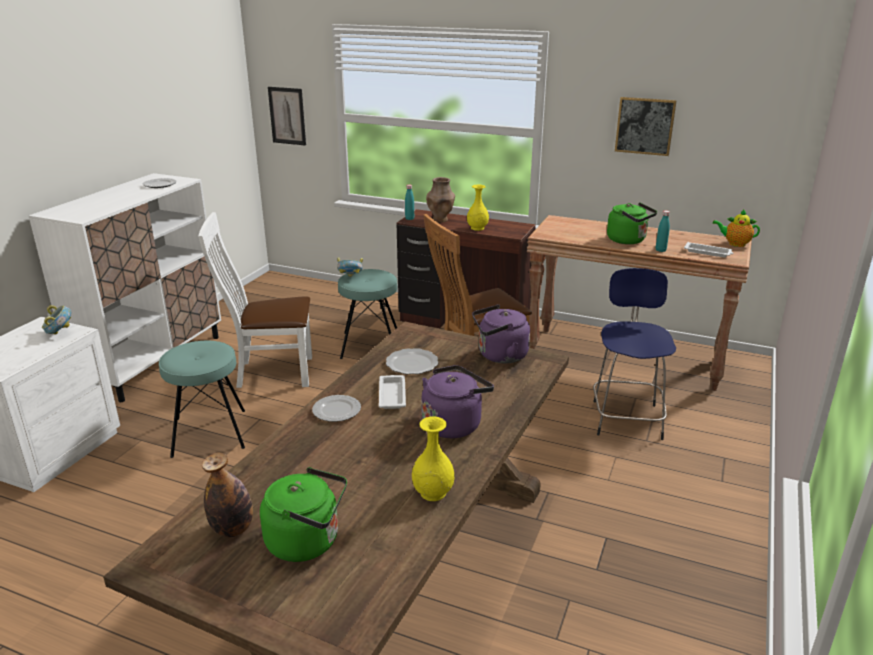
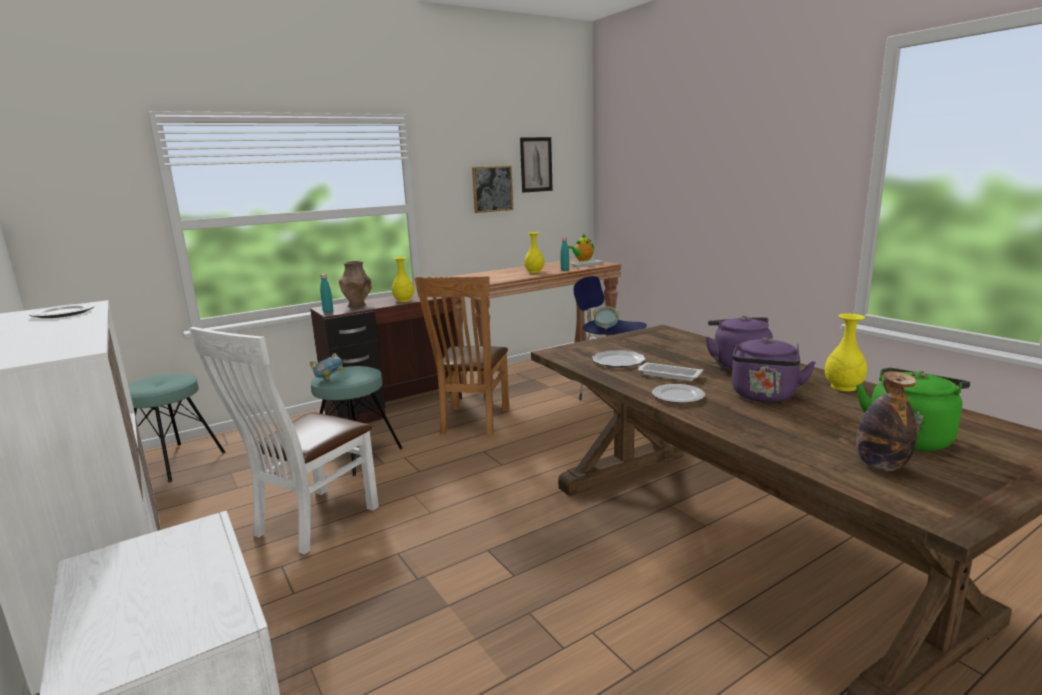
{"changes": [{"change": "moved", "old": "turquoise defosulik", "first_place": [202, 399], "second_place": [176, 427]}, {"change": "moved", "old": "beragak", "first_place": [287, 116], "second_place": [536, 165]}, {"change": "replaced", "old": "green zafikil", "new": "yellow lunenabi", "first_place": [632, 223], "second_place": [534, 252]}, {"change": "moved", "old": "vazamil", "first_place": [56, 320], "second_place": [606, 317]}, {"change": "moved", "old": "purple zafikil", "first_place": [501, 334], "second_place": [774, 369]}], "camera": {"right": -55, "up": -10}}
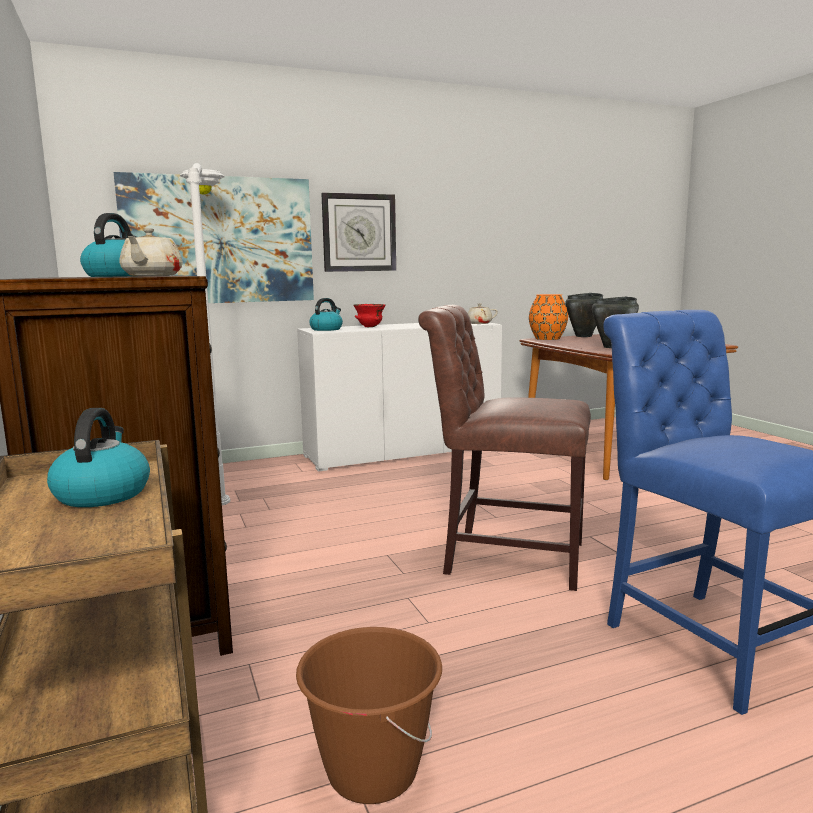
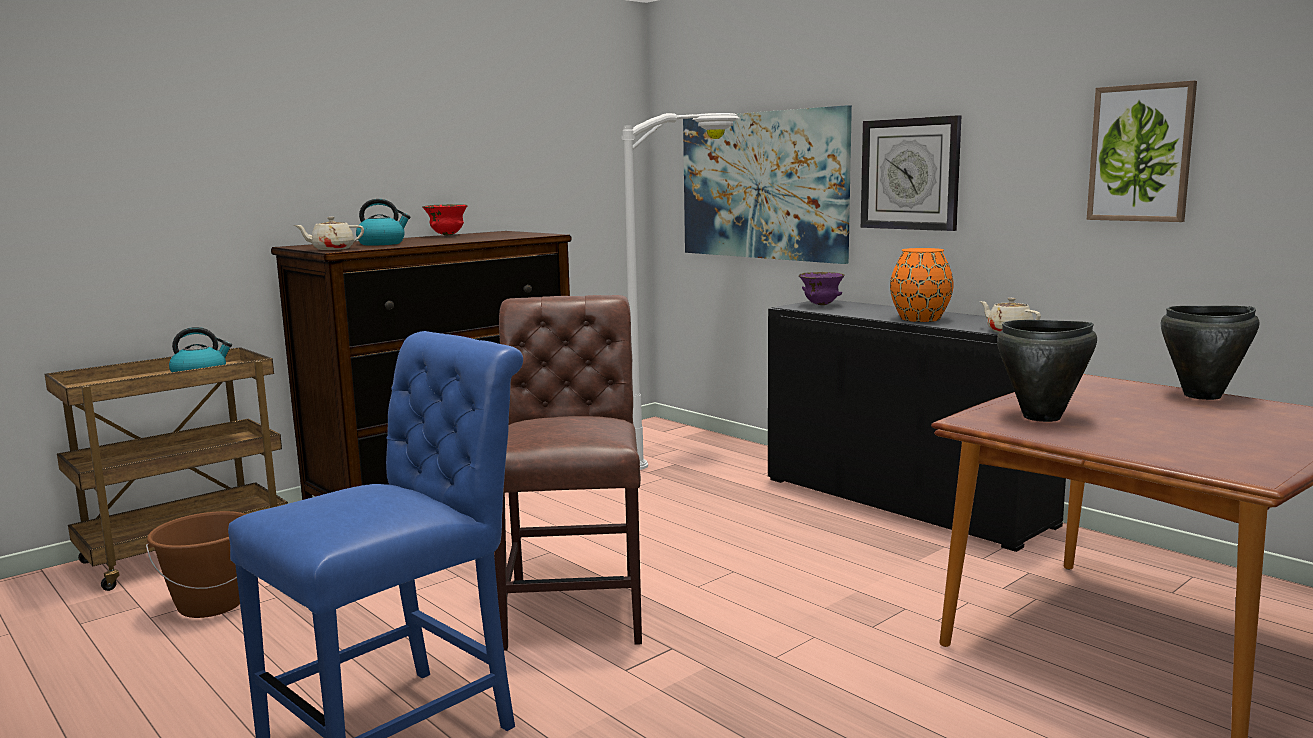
{"changes": [{"change": "moved", "old": "red vazamil", "first_place": [369, 316], "second_place": [445, 220]}, {"change": "recoloured", "old": "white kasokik", "new": "black kasokik", "first_place": [399, 397], "second_place": [917, 426]}, {"change": "replaced", "old": "zafikil", "new": "purple vazamil", "first_place": [326, 314], "second_place": [821, 288]}, {"change": "moved", "old": "orange lunenabi", "first_place": [548, 317], "second_place": [922, 285]}, {"change": "added", "new": "beragak", "second_place": [1142, 151]}], "camera": {"right": 70, "up": 0}}
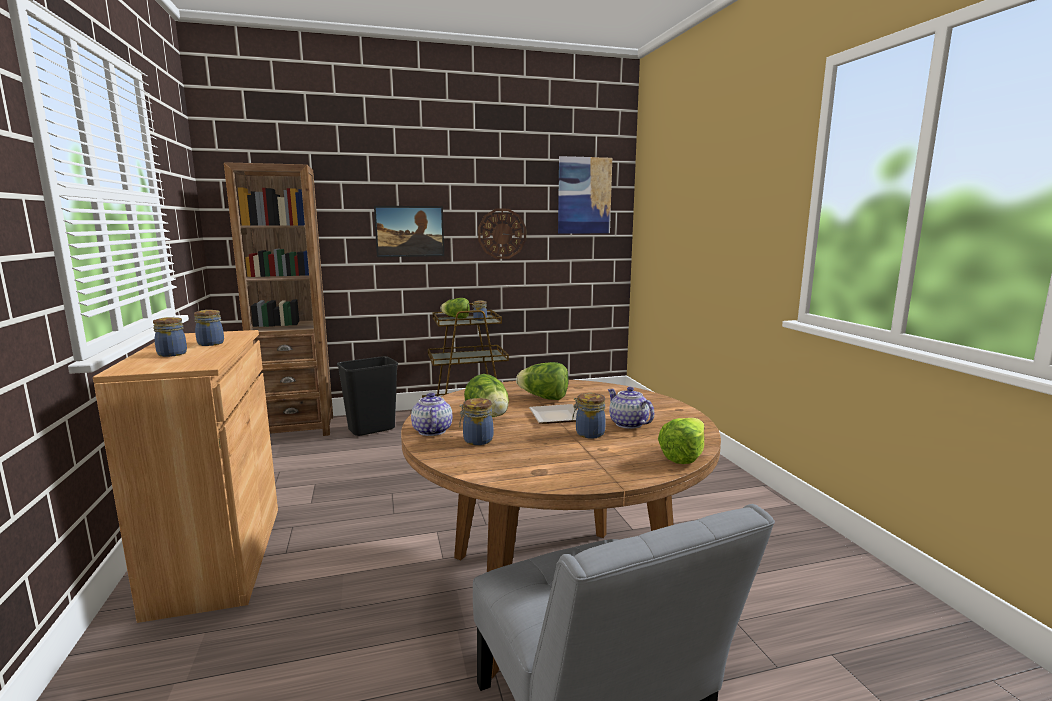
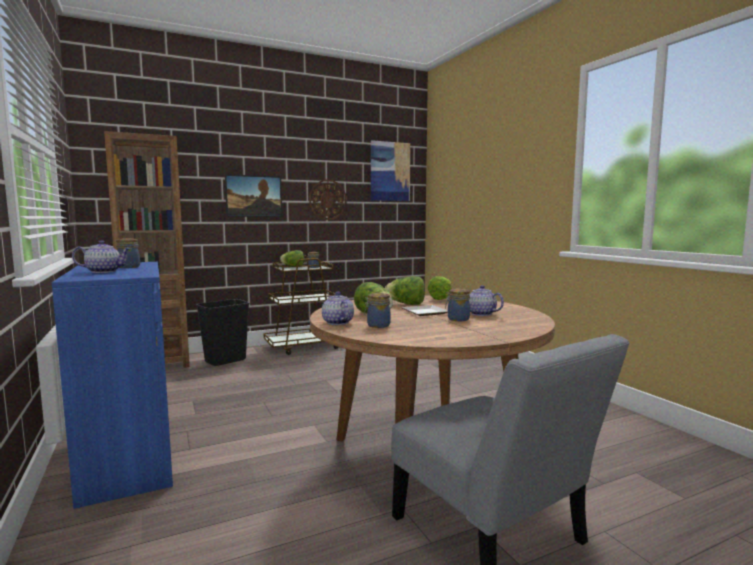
{"changes": [{"change": "recoloured", "old": "brown kasokik", "new": "blue kasokik", "first_place": [185, 476], "second_place": [112, 385]}, {"change": "replaced", "old": "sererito", "new": "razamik", "first_place": [170, 337], "second_place": [101, 256]}, {"change": "moved", "old": "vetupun", "first_place": [681, 441], "second_place": [439, 288]}], "camera": {"right": -10, "up": -5}}
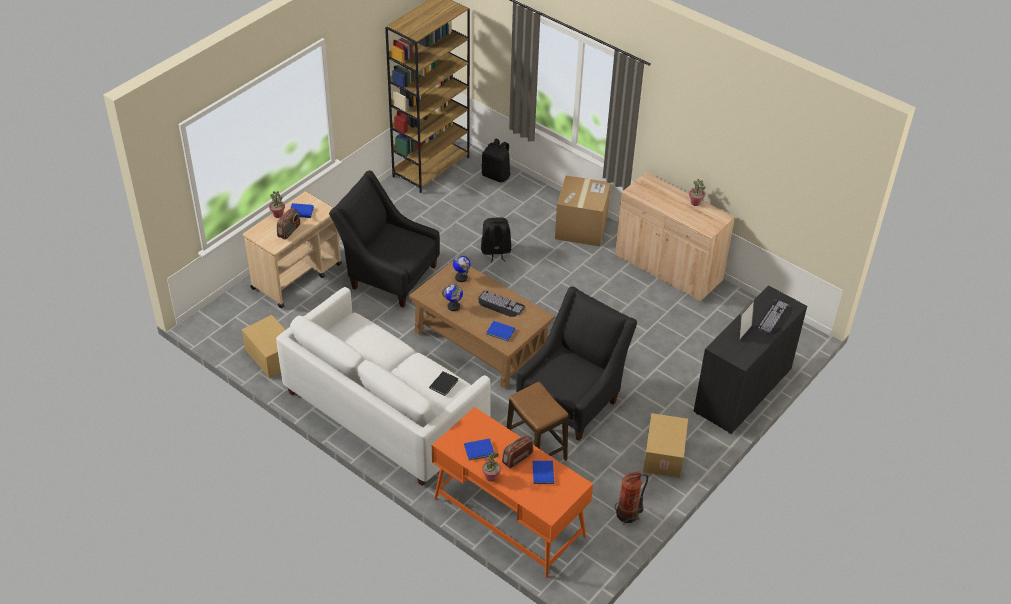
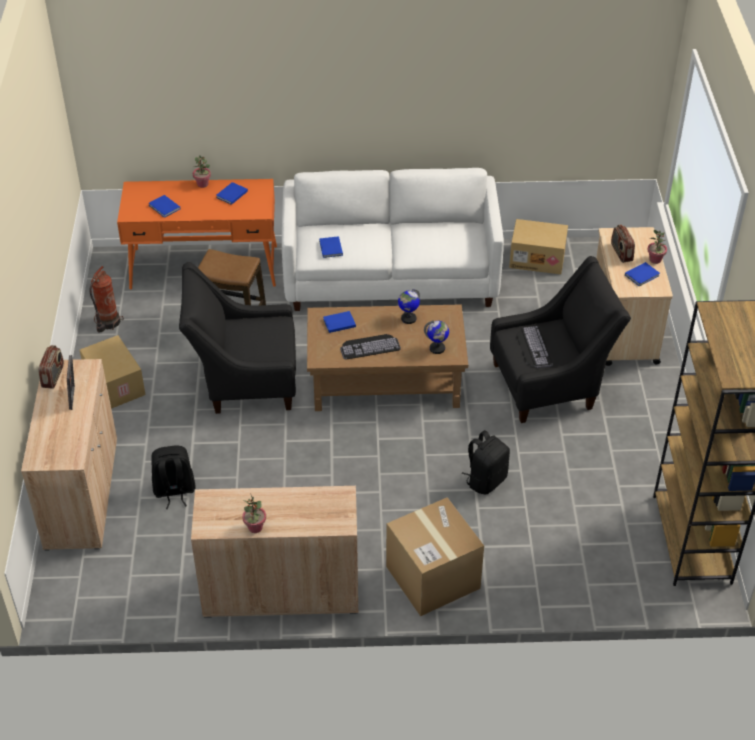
{"changes": [{"change": "recoloured", "old": "black kasokik", "new": "beige kasokik", "first_place": [750, 359], "second_place": [69, 455]}, {"change": "moved", "old": "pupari", "first_place": [517, 452], "second_place": [51, 367]}, {"change": "moved", "old": "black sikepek", "first_place": [495, 161], "second_place": [174, 477]}, {"change": "turned", "old": "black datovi", "first_place": [576, 364], "second_place": [237, 338], "degrees": 90}, {"change": "recoloured", "old": "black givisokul", "new": "blue givisokul", "first_place": [443, 383], "second_place": [331, 247]}, {"change": "moved", "old": "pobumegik", "first_place": [774, 317], "second_place": [534, 347]}], "camera": {"right": 140, "up": 0}}
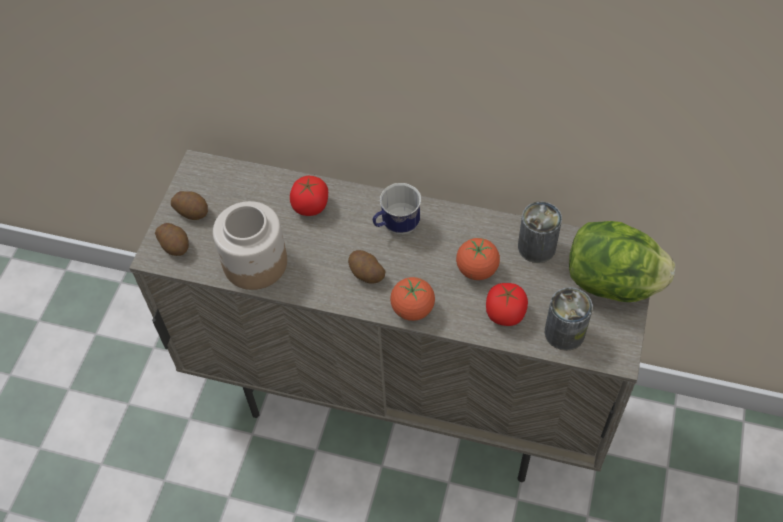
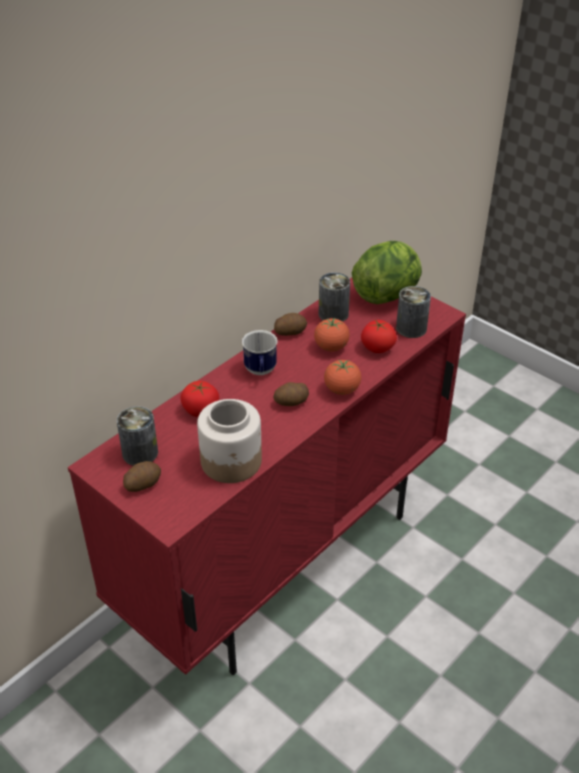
{"changes": [{"change": "recoloured", "old": "beige kasokik", "new": "red kasokik", "first_place": [389, 316], "second_place": [267, 476]}, {"change": "added", "new": "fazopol", "second_place": [137, 436]}, {"change": "moved", "old": "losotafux", "first_place": [172, 239], "second_place": [290, 324]}], "camera": {"right": -65, "up": -15}}
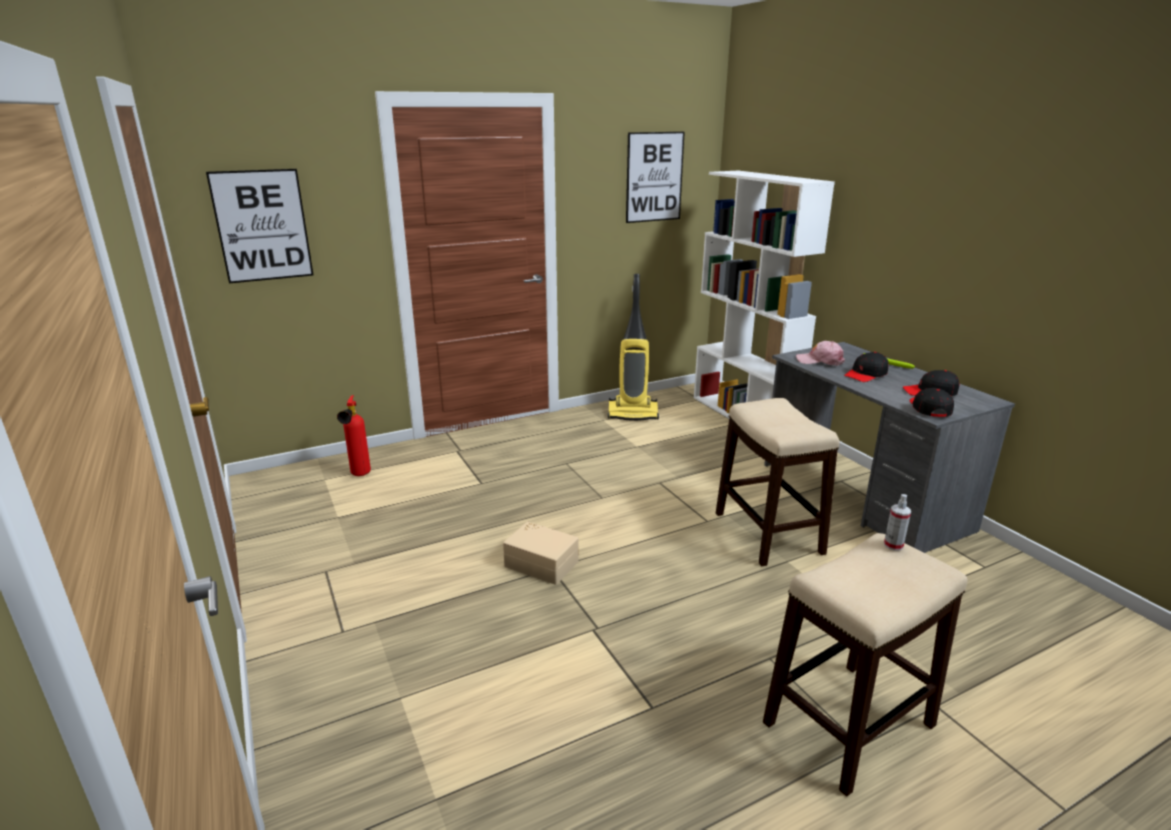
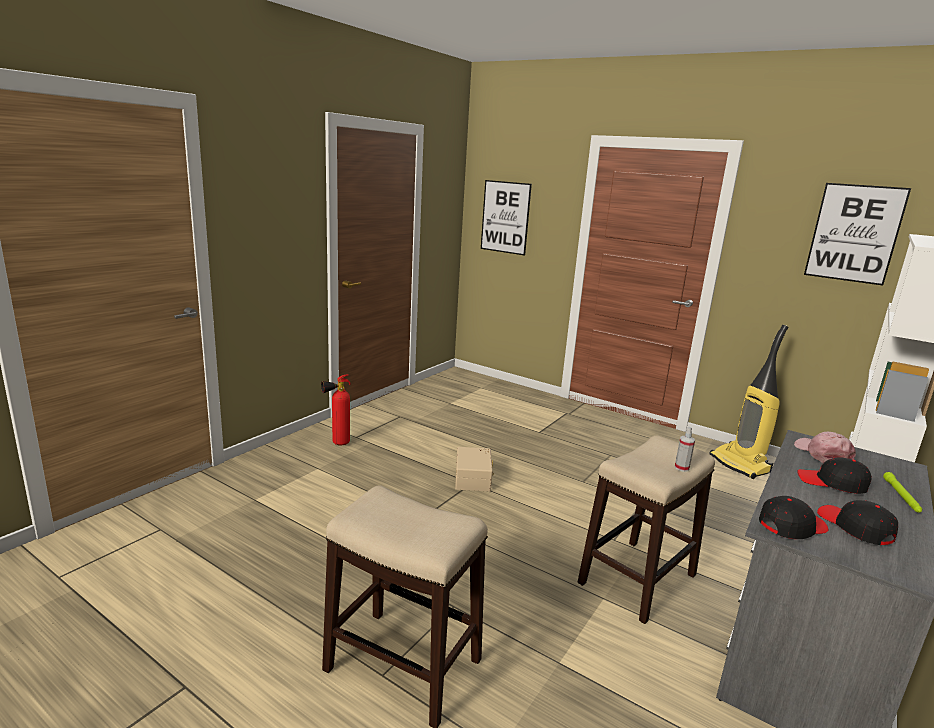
{"changes": [{"change": "moved", "old": "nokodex", "first_place": [354, 435], "second_place": [336, 410]}, {"change": "moved", "old": "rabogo", "first_place": [897, 522], "second_place": [685, 449]}], "camera": {"right": 60, "up": -5}}
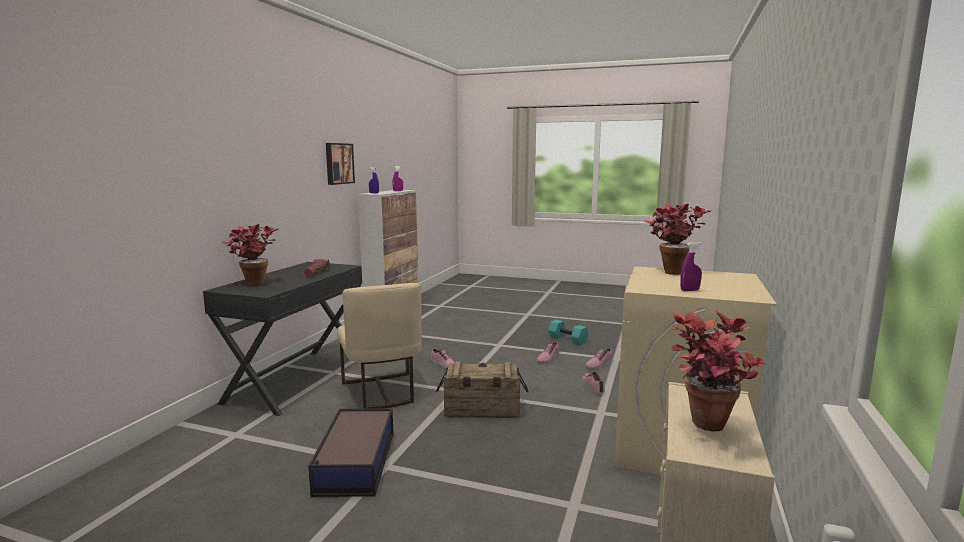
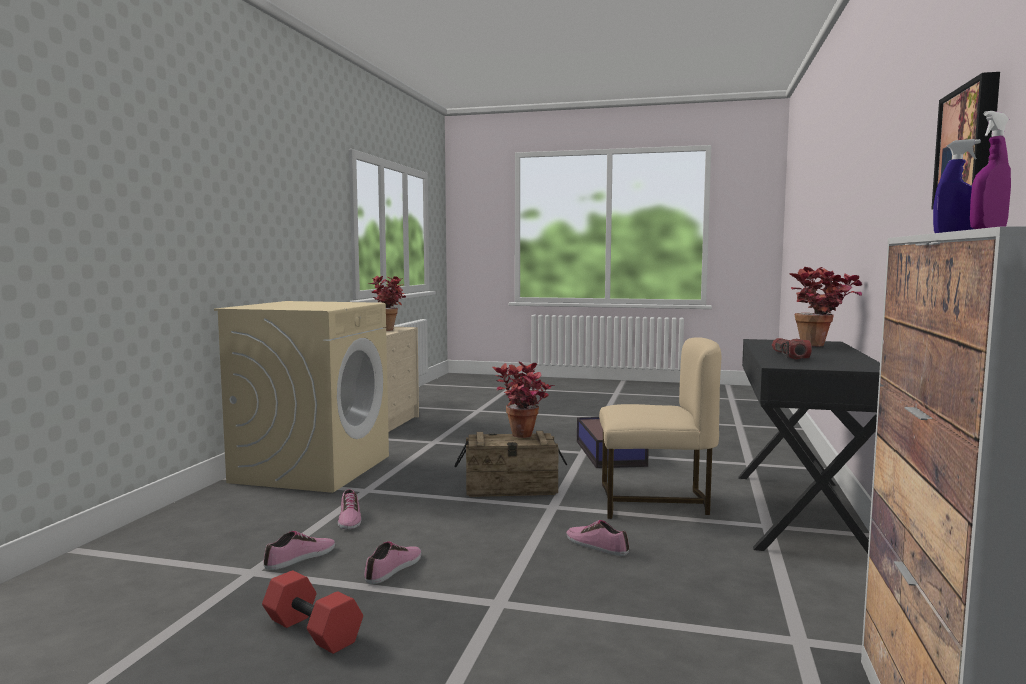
{"changes": [{"change": "recoloured", "old": "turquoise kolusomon", "new": "red kolusomon", "first_place": [568, 332], "second_place": [312, 612]}, {"change": "moved", "old": "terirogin", "first_place": [678, 239], "second_place": [523, 399]}, {"change": "turned", "old": "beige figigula", "first_place": [379, 346], "second_place": [660, 428], "degrees": 120}, {"change": "removed", "old": "purple rabogo", "first_place": [691, 266]}], "camera": {"right": 175, "up": -5}}
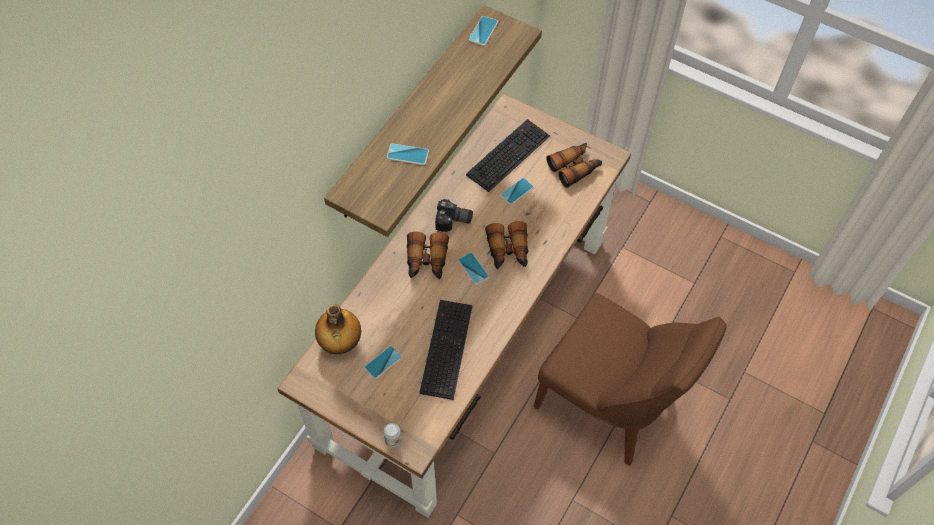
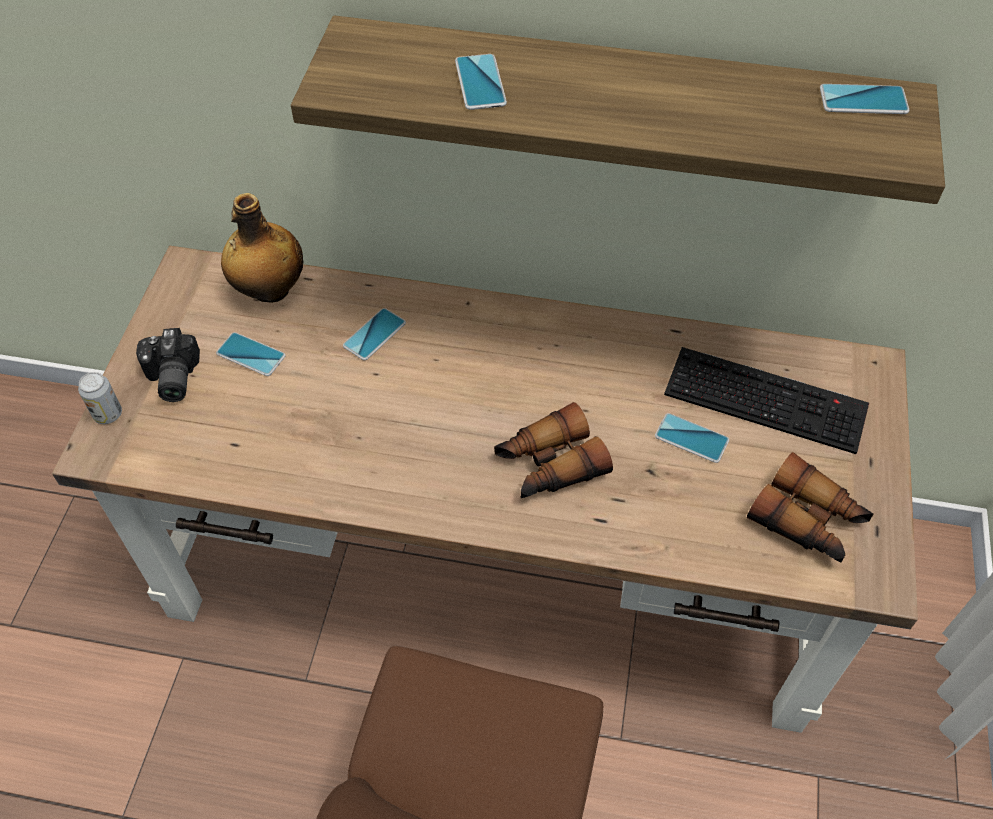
{"changes": [{"change": "moved", "old": "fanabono", "first_place": [454, 215], "second_place": [168, 365]}, {"change": "moved", "old": "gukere", "first_place": [473, 268], "second_place": [374, 334]}, {"change": "removed", "old": "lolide", "first_place": [428, 255]}, {"change": "removed", "old": "pobumegik", "first_place": [446, 350]}], "camera": {"right": 70, "up": -5}}
